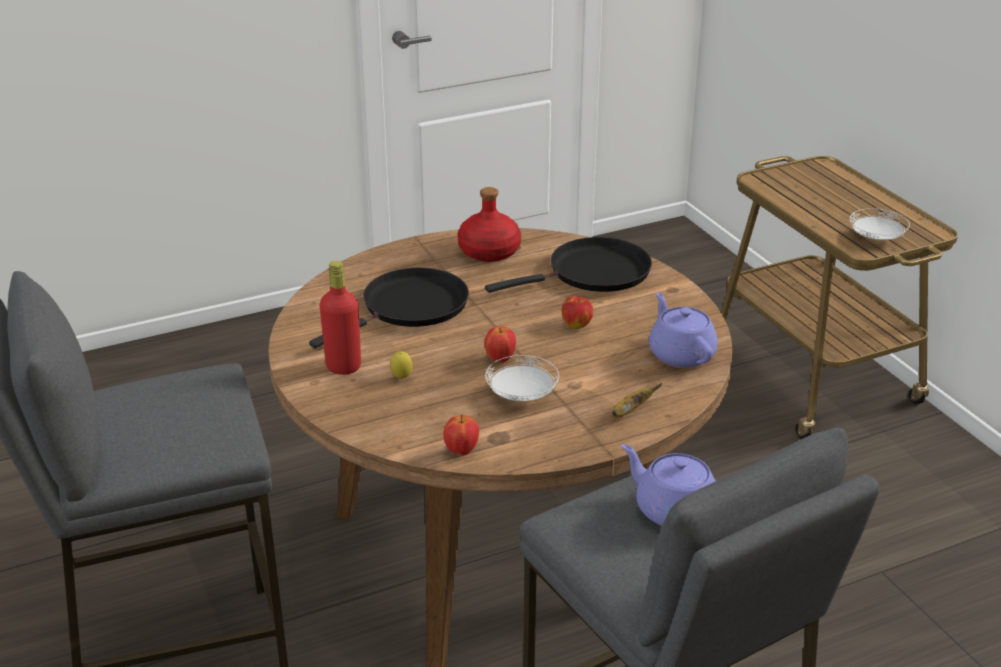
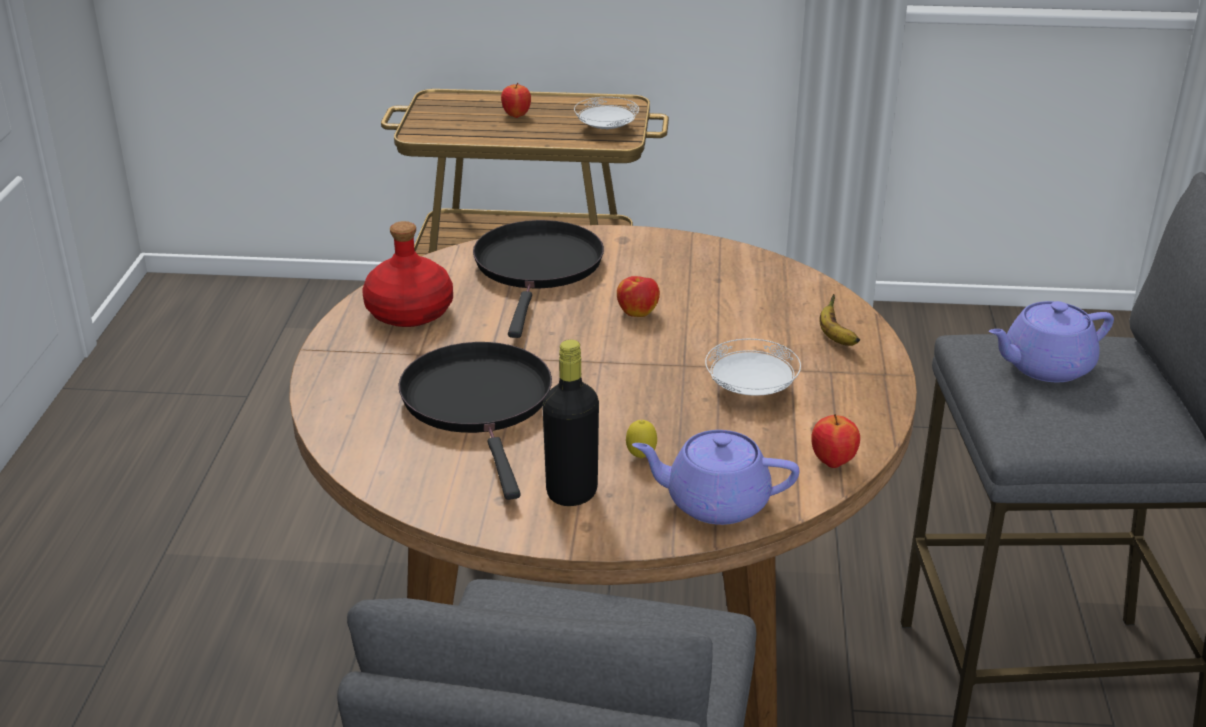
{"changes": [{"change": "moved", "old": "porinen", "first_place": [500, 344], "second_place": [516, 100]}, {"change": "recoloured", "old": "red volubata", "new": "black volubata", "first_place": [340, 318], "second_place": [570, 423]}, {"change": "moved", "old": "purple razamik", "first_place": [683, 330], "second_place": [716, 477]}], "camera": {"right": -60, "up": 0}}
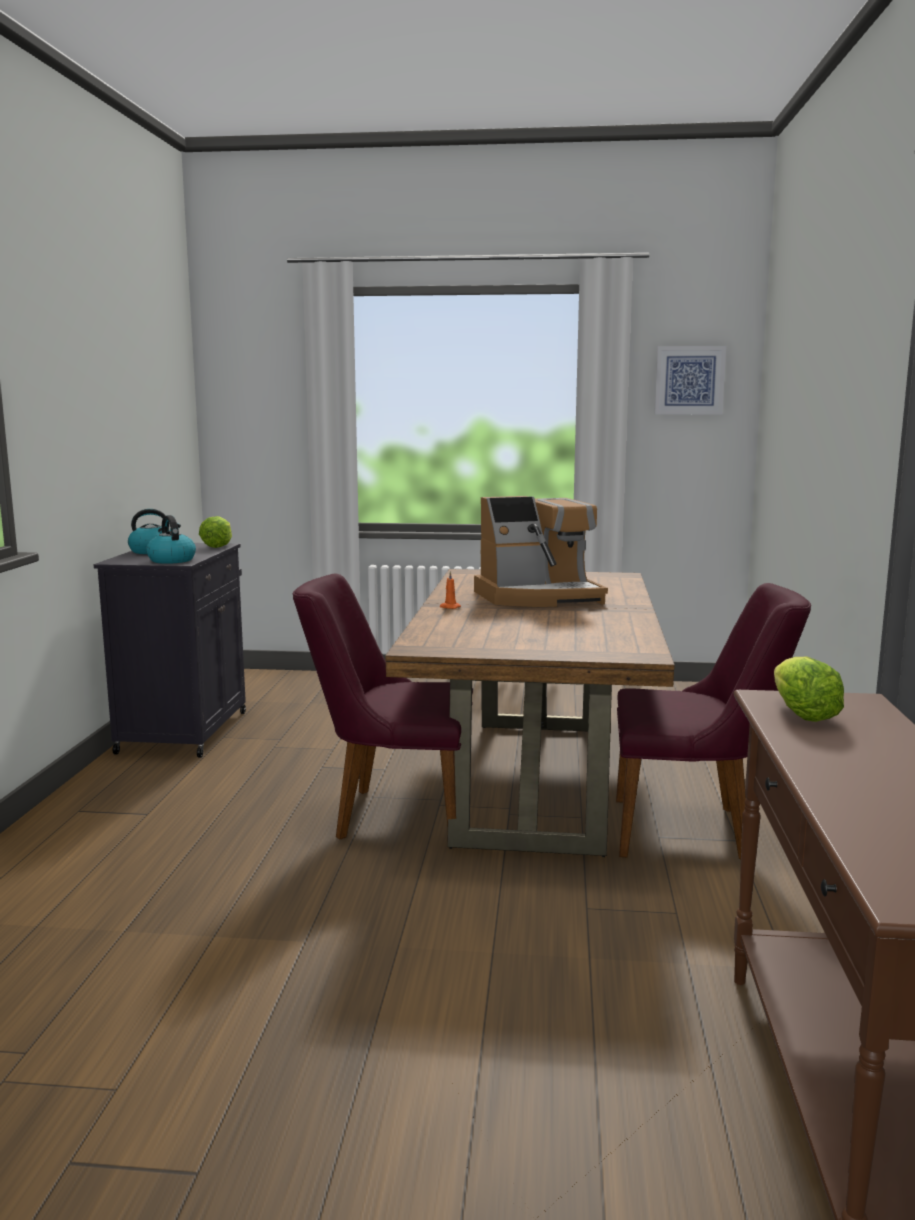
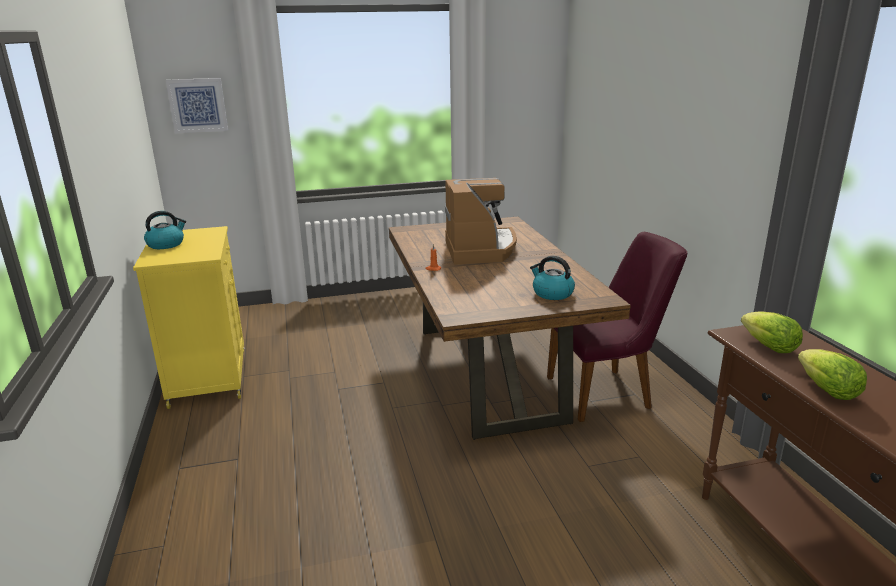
{"changes": [{"change": "recoloured", "old": "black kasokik", "new": "yellow kasokik", "first_place": [170, 650], "second_place": [189, 317]}, {"change": "moved", "old": "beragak", "first_place": [690, 380], "second_place": [197, 105]}, {"change": "turned", "old": "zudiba", "first_place": [541, 551], "second_place": [481, 221], "degrees": -60}, {"change": "moved", "old": "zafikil", "first_place": [171, 539], "second_place": [552, 278]}, {"change": "moved", "old": "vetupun", "first_place": [215, 532], "second_place": [832, 374]}, {"change": "removed", "old": "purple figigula", "first_place": [383, 706]}], "camera": {"right": -20, "up": 10}}
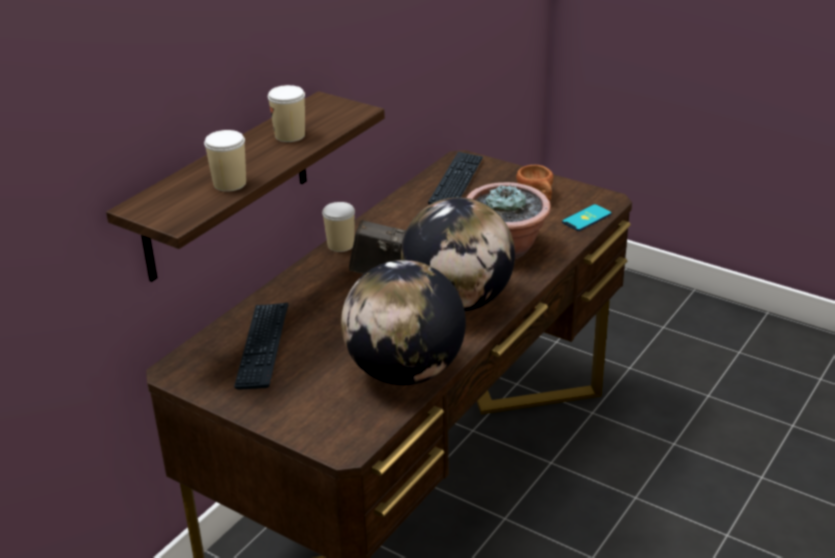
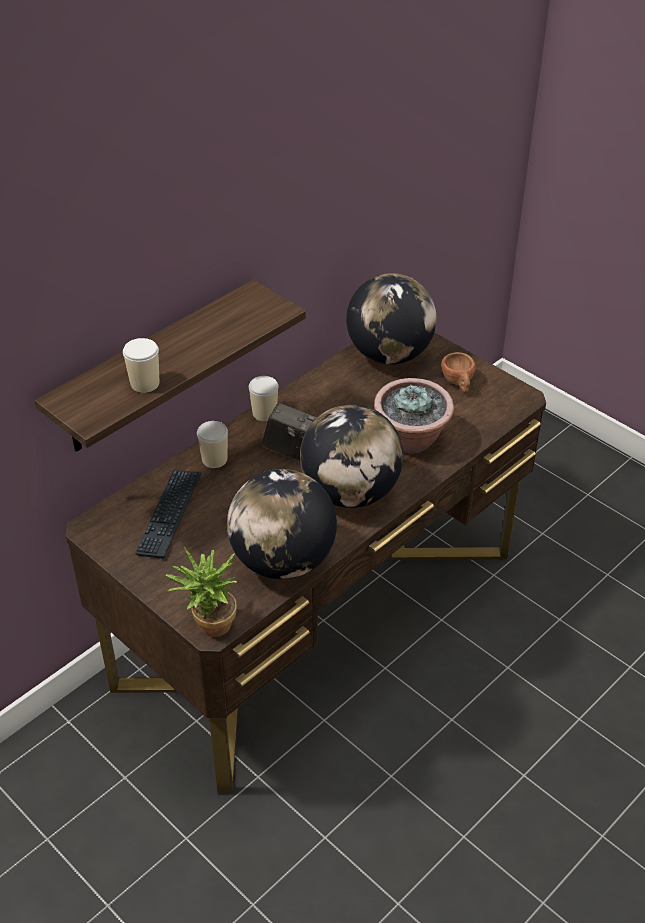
{"changes": [{"change": "added", "new": "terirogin", "second_place": [201, 592]}, {"change": "moved", "old": "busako", "first_place": [286, 113], "second_place": [212, 444]}, {"change": "replaced", "old": "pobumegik", "new": "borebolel", "first_place": [455, 178], "second_place": [391, 318]}, {"change": "removed", "old": "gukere", "first_place": [587, 217]}], "camera": {"right": 10, "up": 10}}
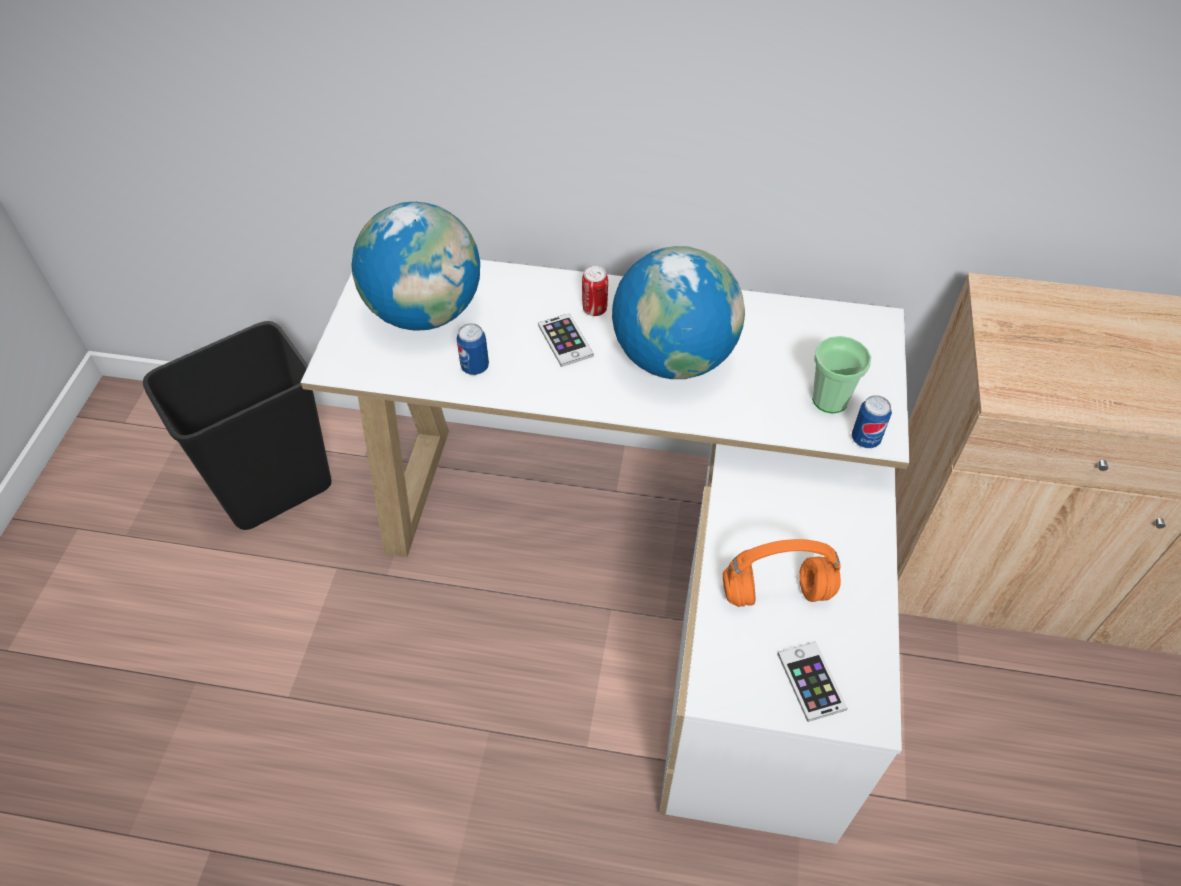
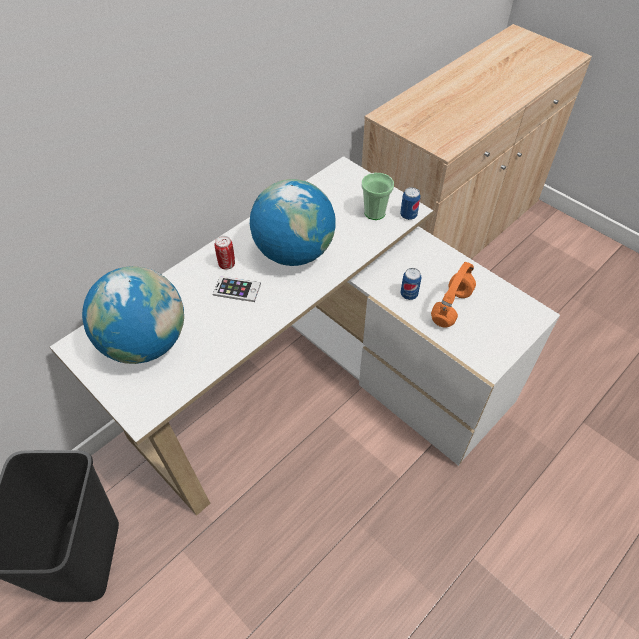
{"changes": [{"change": "moved", "old": "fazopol", "first_place": [473, 349], "second_place": [411, 284]}, {"change": "removed", "old": "gukere", "first_place": [812, 681]}], "camera": {"right": -55, "up": 0}}
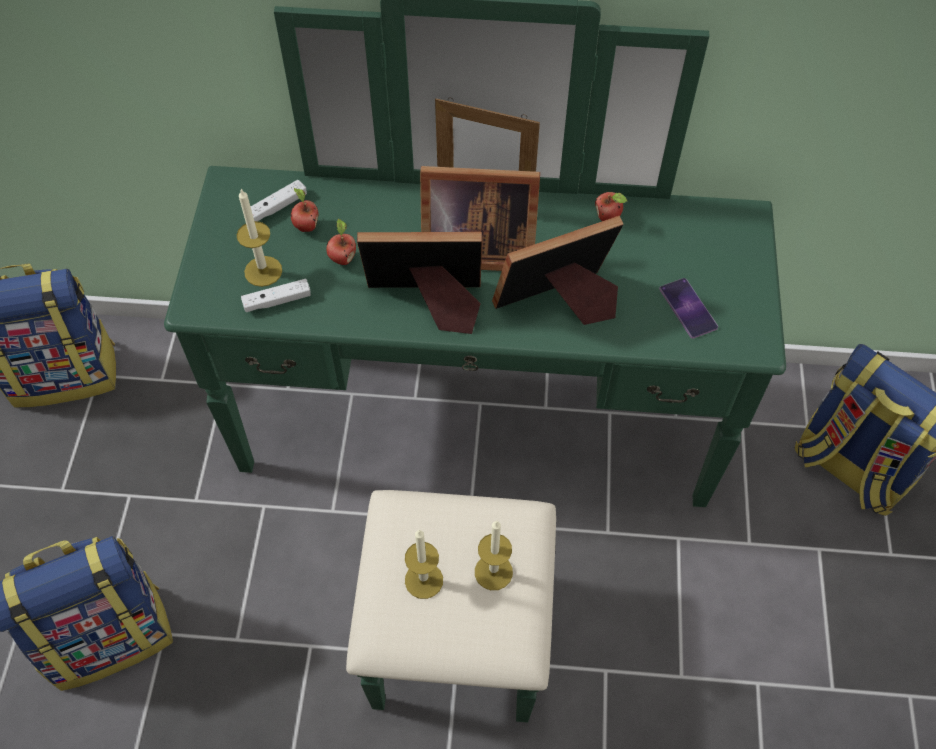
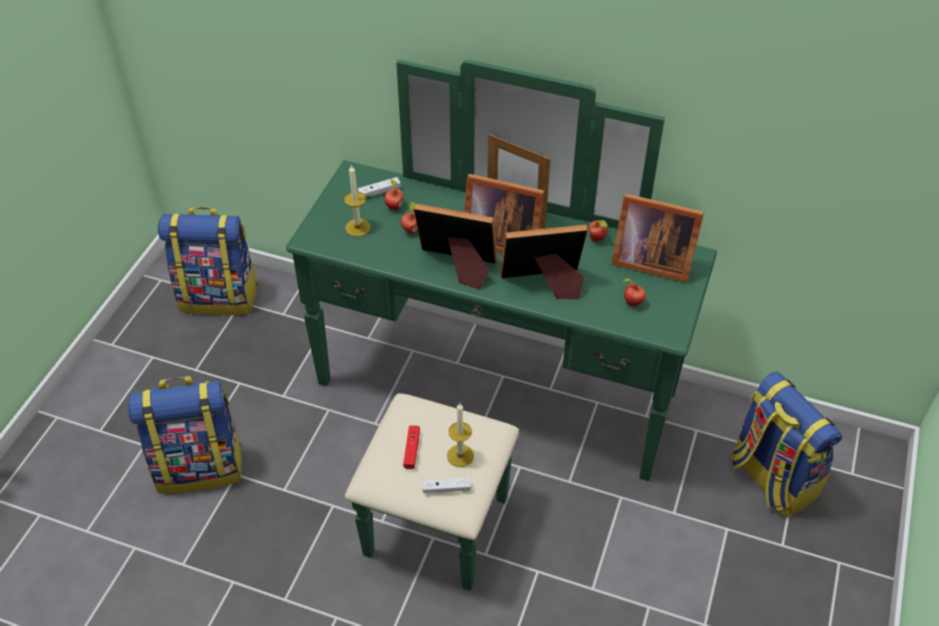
{"changes": [{"change": "replaced", "old": "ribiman", "new": "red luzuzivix", "first_place": [424, 564], "second_place": [411, 447]}, {"change": "moved", "old": "white luzuzivix", "first_place": [276, 295], "second_place": [446, 485]}, {"change": "added", "new": "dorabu", "second_place": [657, 238]}, {"change": "replaced", "old": "gukere", "new": "porinen", "first_place": [688, 308], "second_place": [634, 293]}], "camera": {"right": 15, "up": -10}}
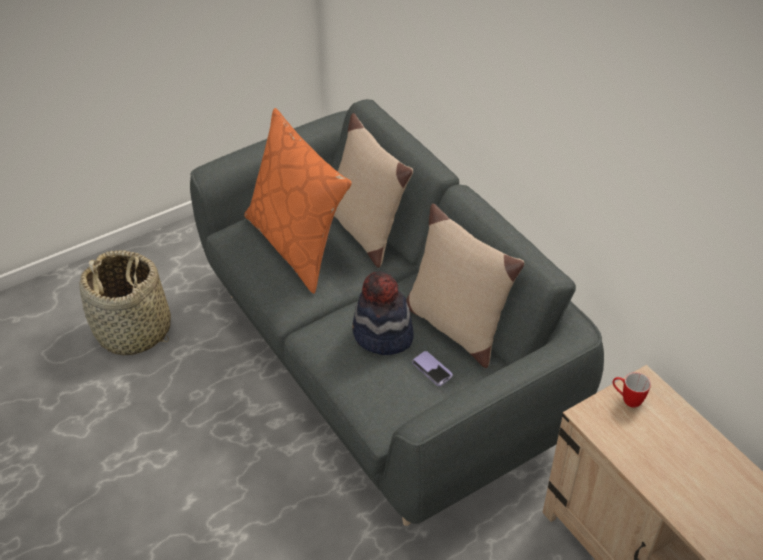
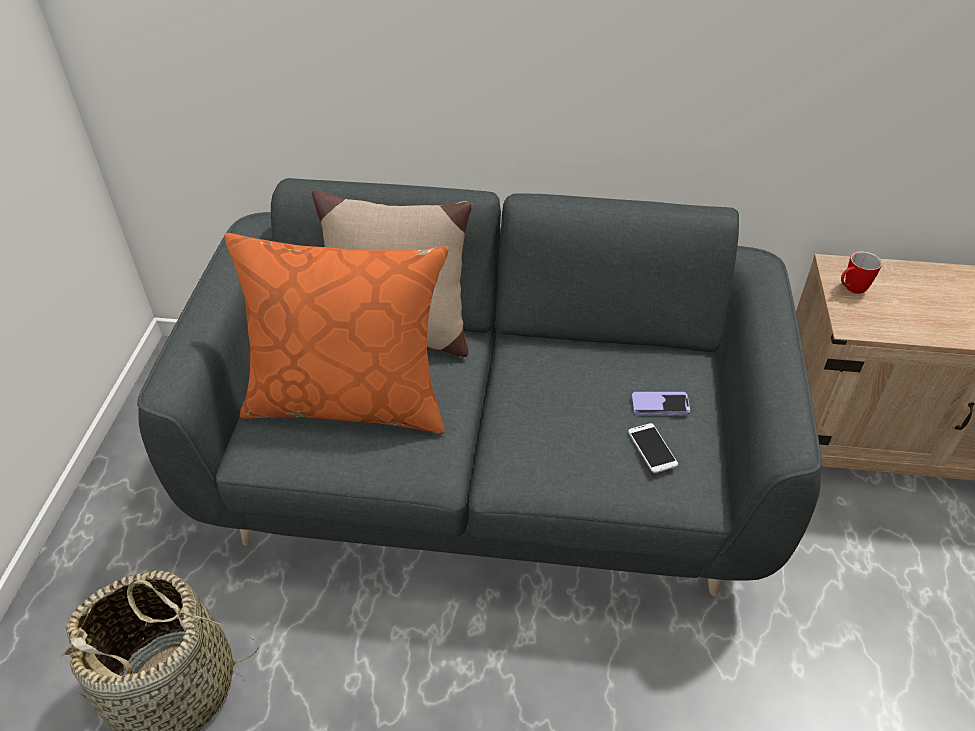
{"changes": [{"change": "added", "new": "gukere", "second_place": [653, 448]}, {"change": "removed", "old": "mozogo", "first_place": [383, 313]}, {"change": "removed", "old": "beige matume", "first_place": [465, 285]}], "camera": {"right": -50, "up": 0}}
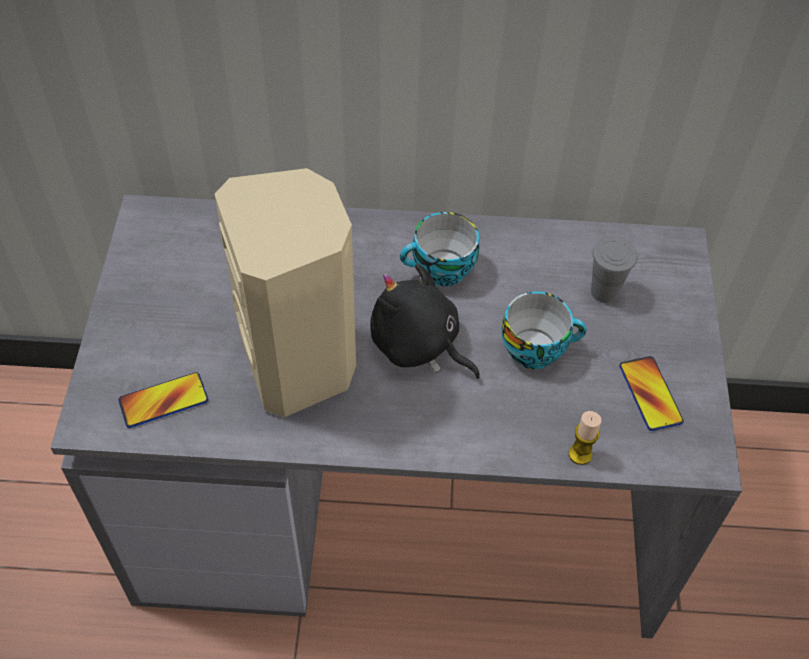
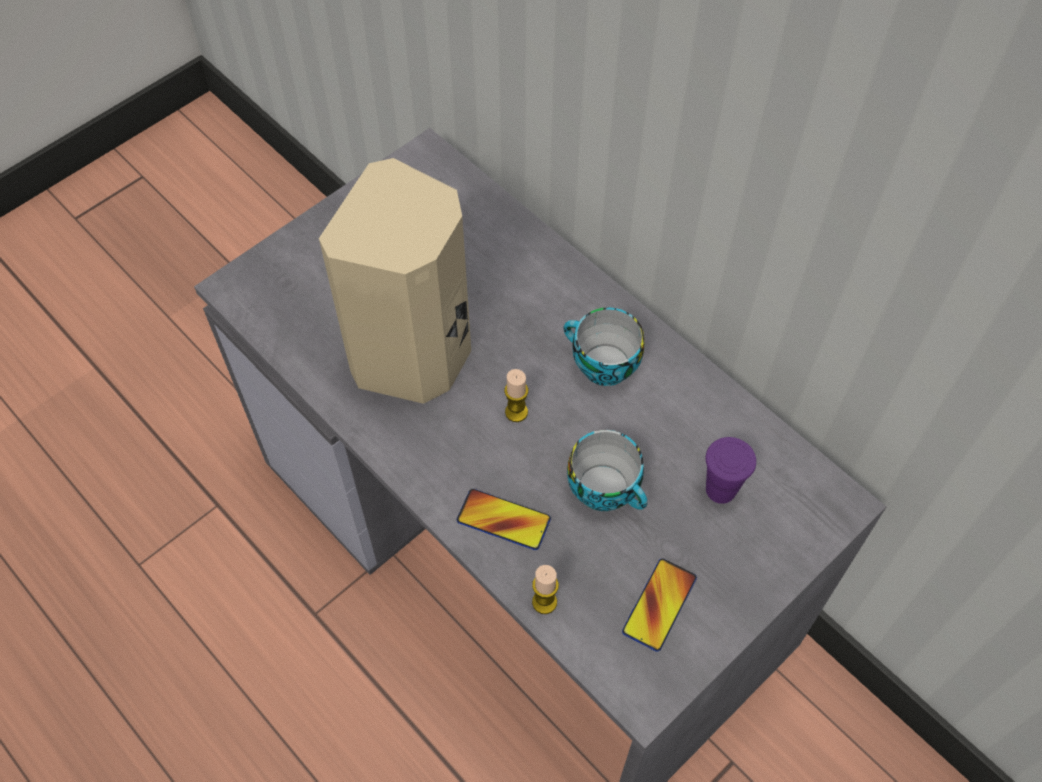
{"changes": [{"change": "moved", "old": "gukere", "first_place": [163, 400], "second_place": [504, 519]}, {"change": "replaced", "old": "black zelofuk", "new": "ribiman", "first_place": [425, 321], "second_place": [516, 395]}, {"change": "recoloured", "old": "grey busako", "new": "purple busako", "first_place": [614, 270], "second_place": [731, 470]}], "camera": {"right": 45, "up": 5}}
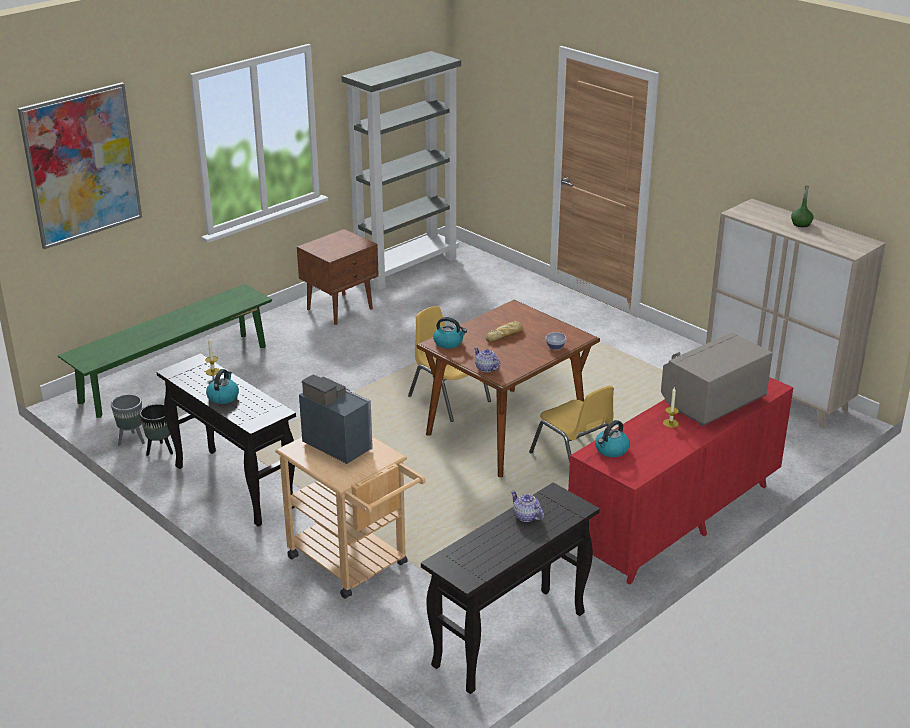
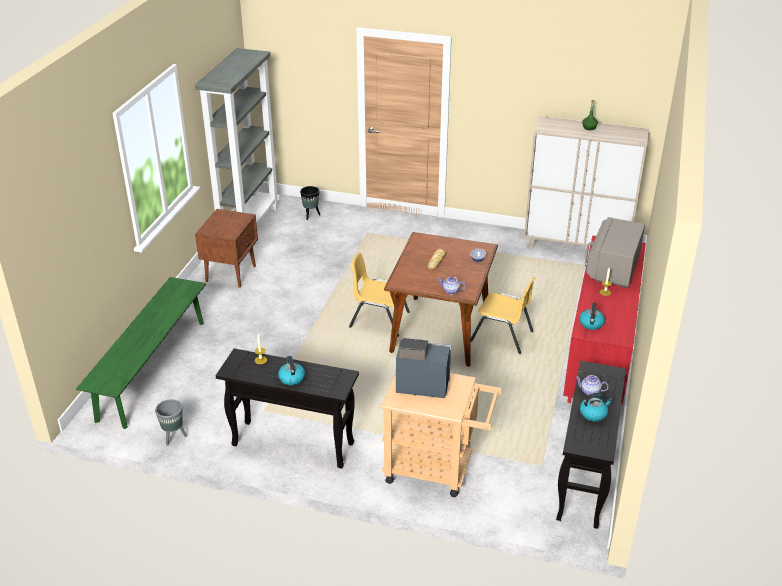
{"changes": [{"change": "moved", "old": "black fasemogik", "first_place": [156, 430], "second_place": [310, 203]}, {"change": "moved", "old": "zafikil", "first_place": [450, 333], "second_place": [596, 407]}, {"change": "removed", "old": "beragak", "first_place": [80, 166]}], "camera": {"right": -30, "up": 5}}
